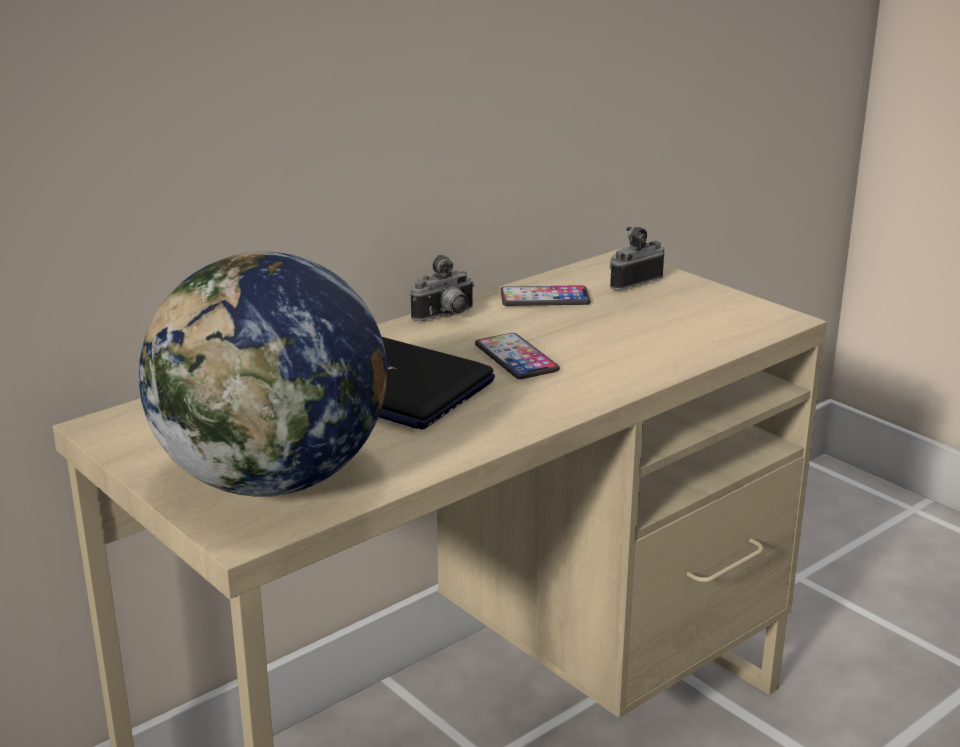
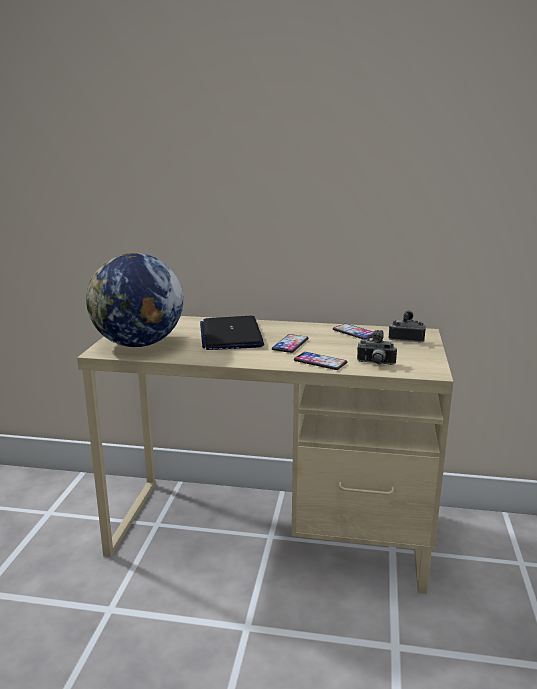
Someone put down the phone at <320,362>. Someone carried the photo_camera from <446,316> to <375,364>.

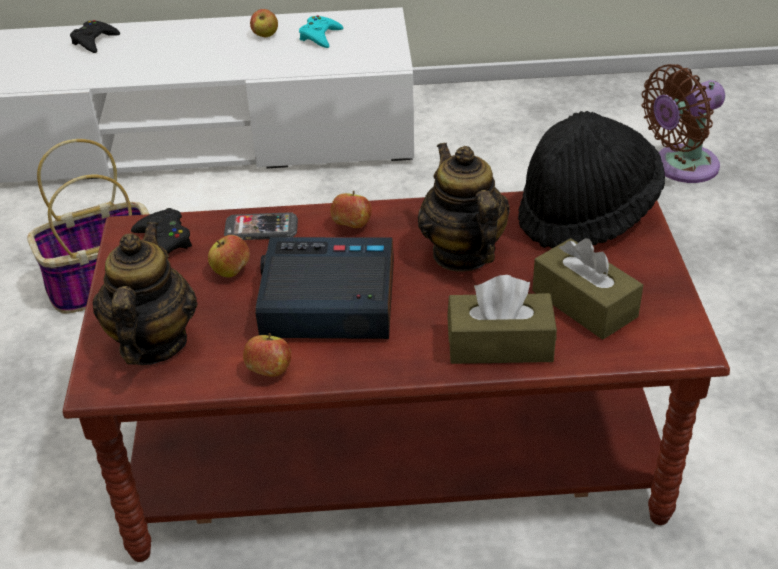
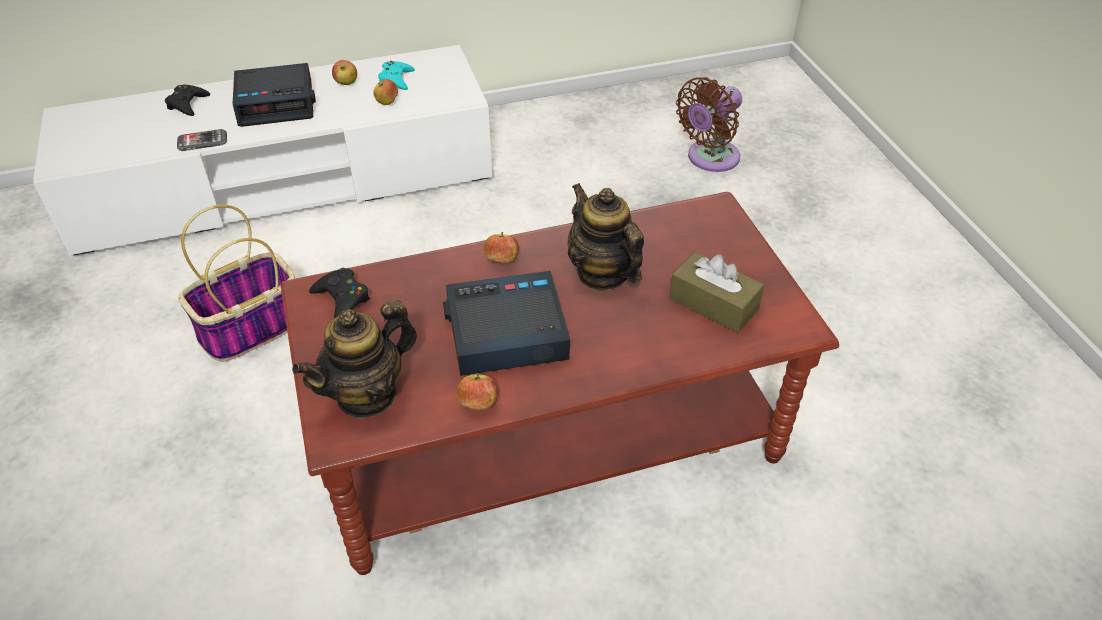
Someone carried the phone from <261,229> to <202,141>. Someone put down the alarm_clock at <277,103>. Someone rotated the teapot at <152,343> by 120 degrees counterclockwise. Someone carried the apple from <231,271> to <387,102>. Someone took away the brown_tissue_box at <500,344>. Someone took away the black_hat at <587,214>.

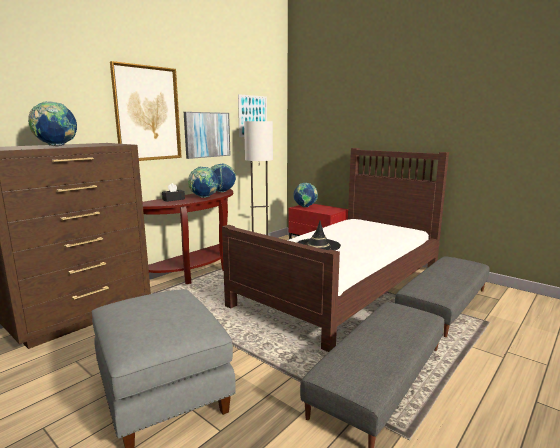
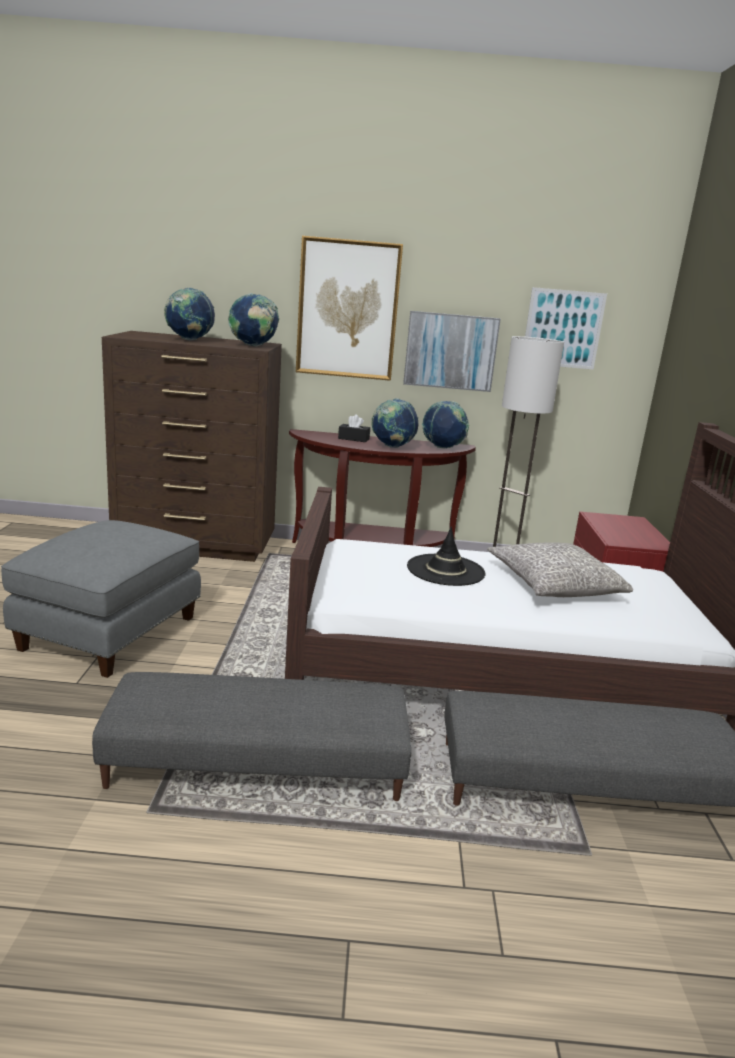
Someone carried the globe from <305,207> to <253,346>. Someone put down the grey_pillow at <553,585>.

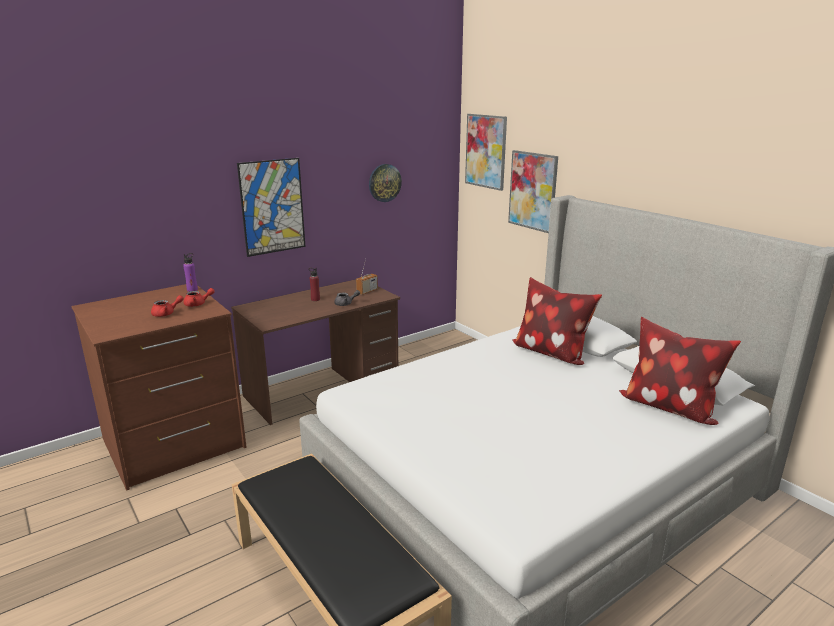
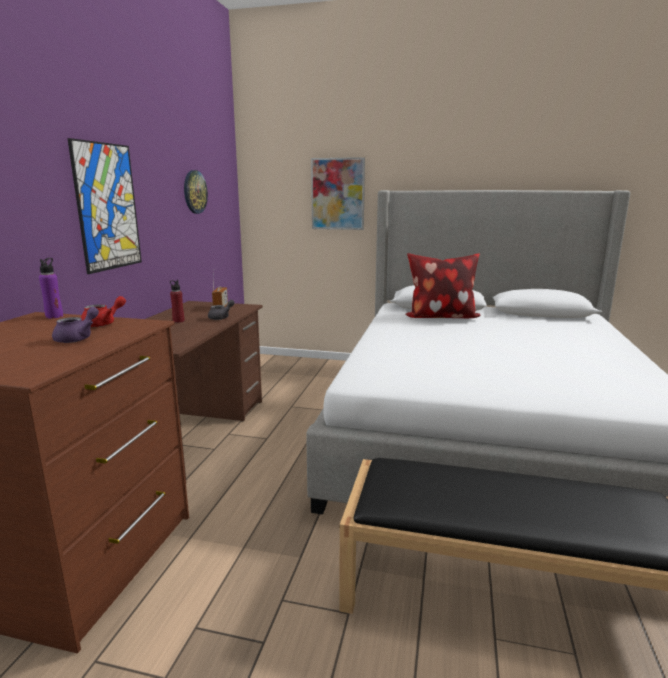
Someone repainted the red_teapot at <166,313>, which became the purple_teapot at <78,338>. Someone took away the picture at <486,151>. Someone took away the pillow at <669,407>.

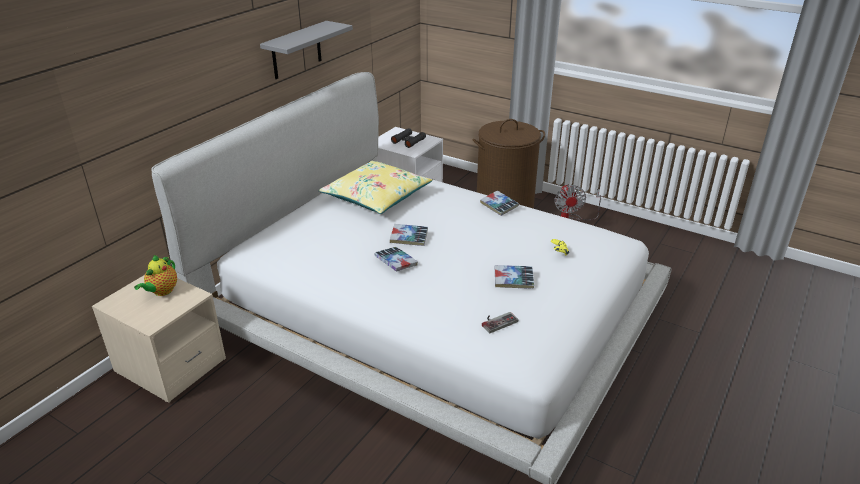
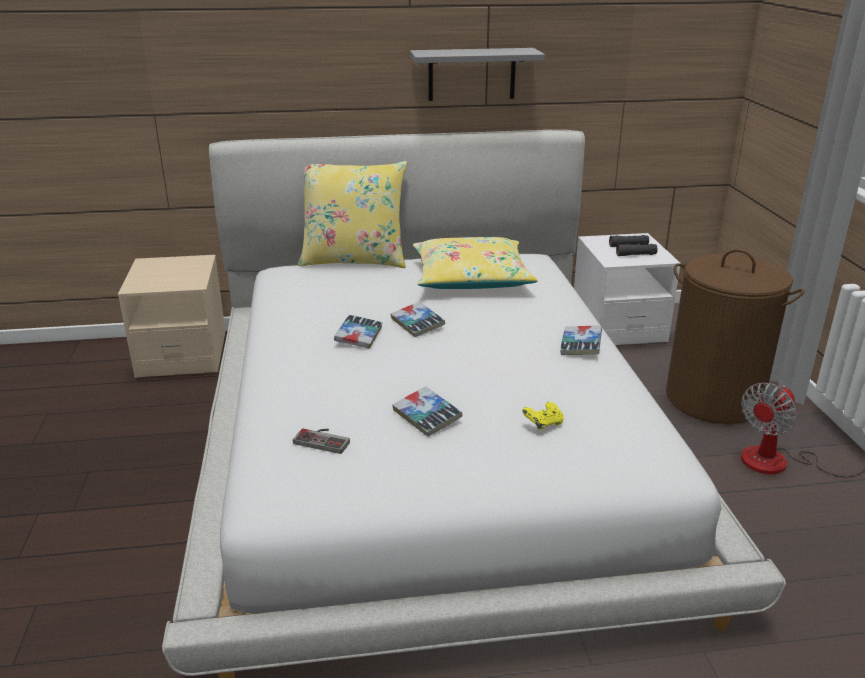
Someone put down the yellow_pillow at <354,260>. Someone took away the teapot at <162,291>.

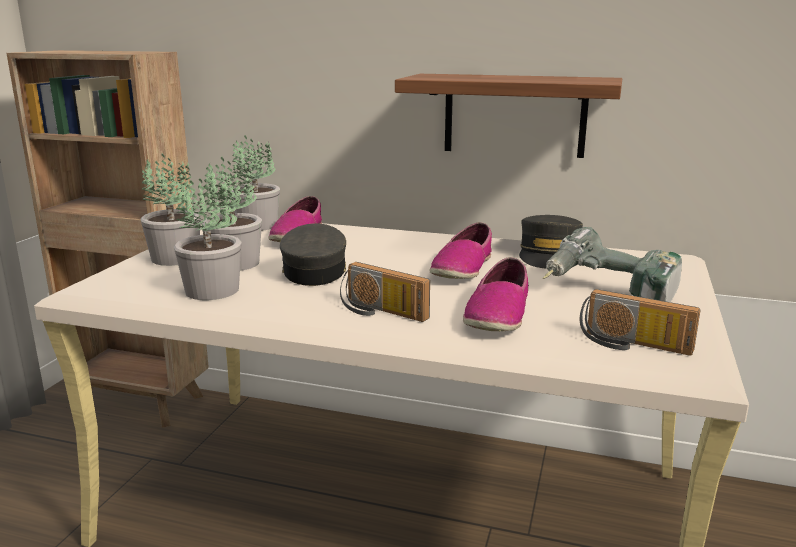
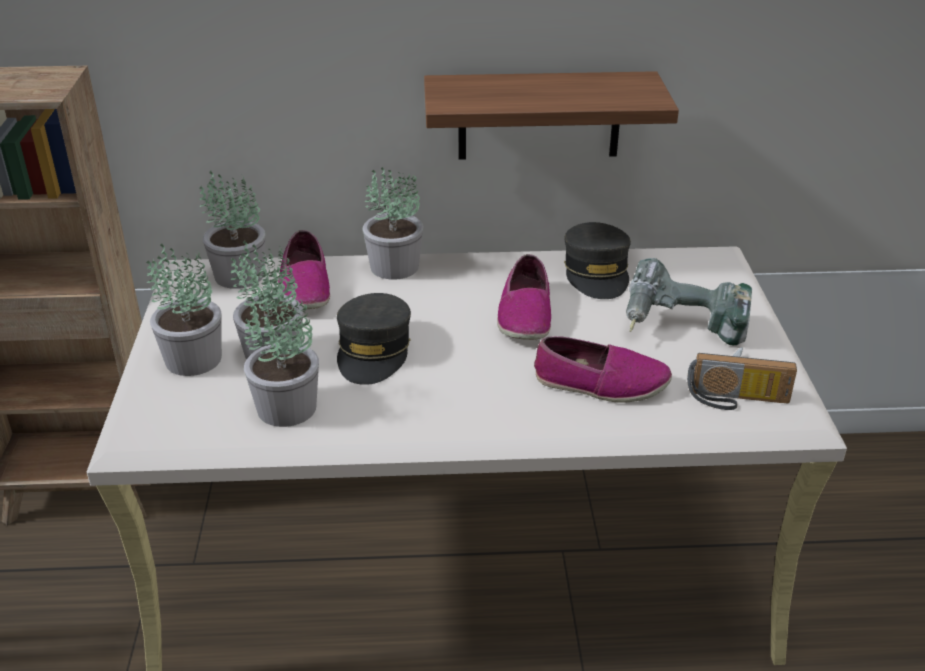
Someone rotated the grey_cap at <314,271> by 150 degrees counterclockwise. Someone put down the potted_plant at <394,267>. Someone rotated the shoe at <497,315> by 75 degrees counterclockwise. Someone took away the radio at <380,312>.

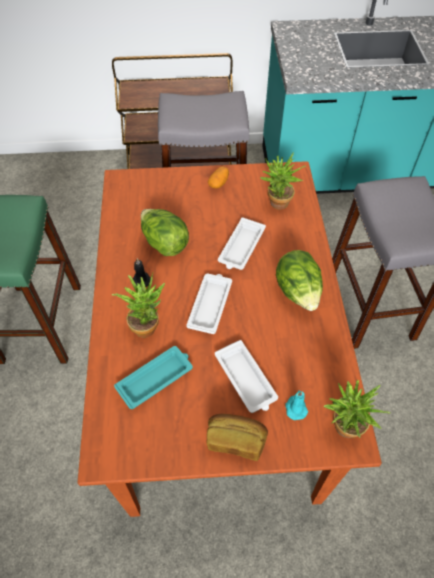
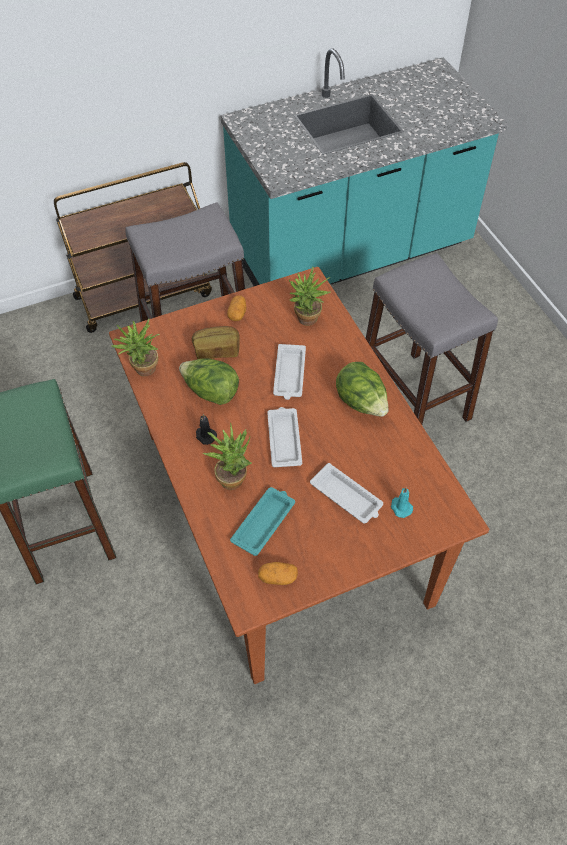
Someone carried the potted_plant from <342,429> to <142,371>. Someone carried the bread from <235,440> to <216,350>. Someone put down the potato at <278,577>.

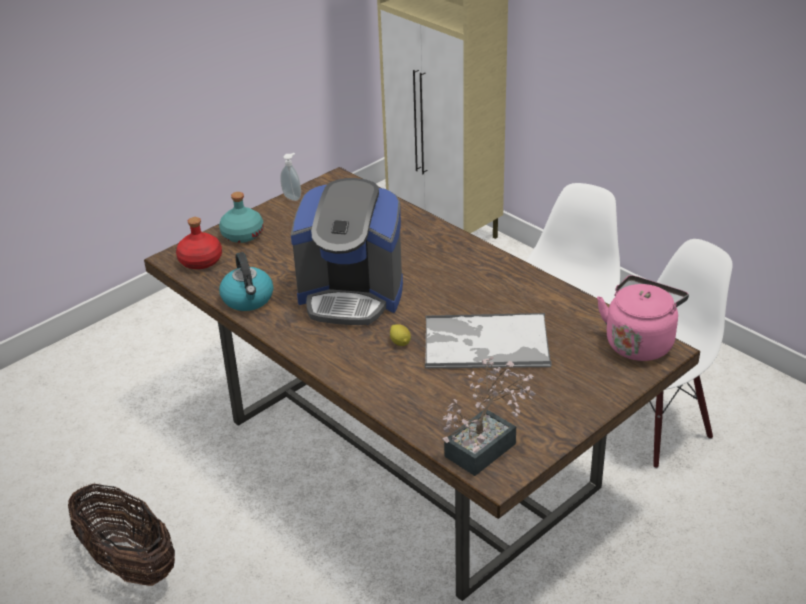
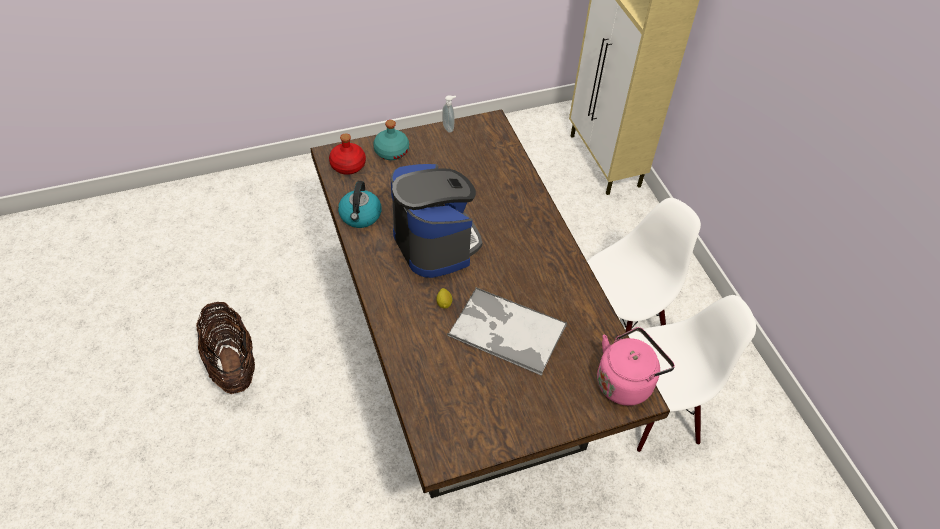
Someone rotated the coffee_machine at <351,296> by 150 degrees counterclockwise. Someone took away the potted_plant at <486,446>.

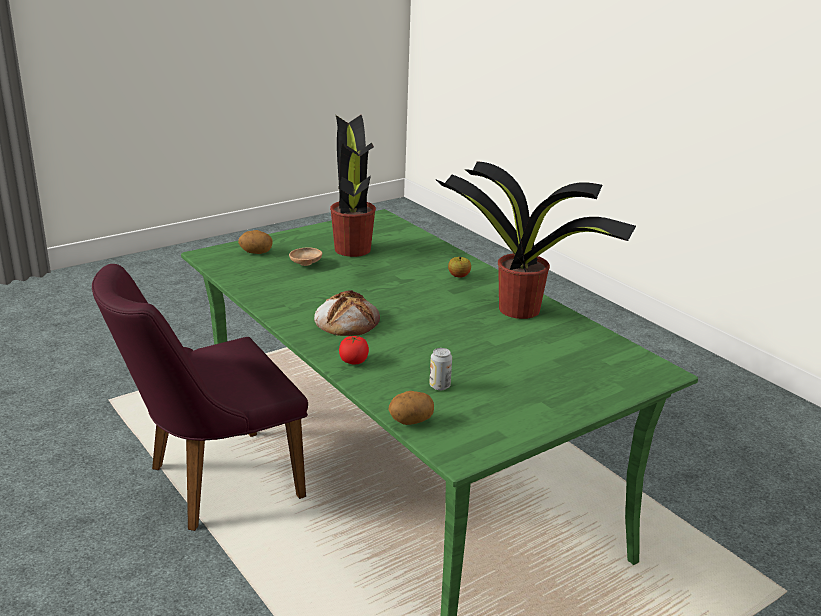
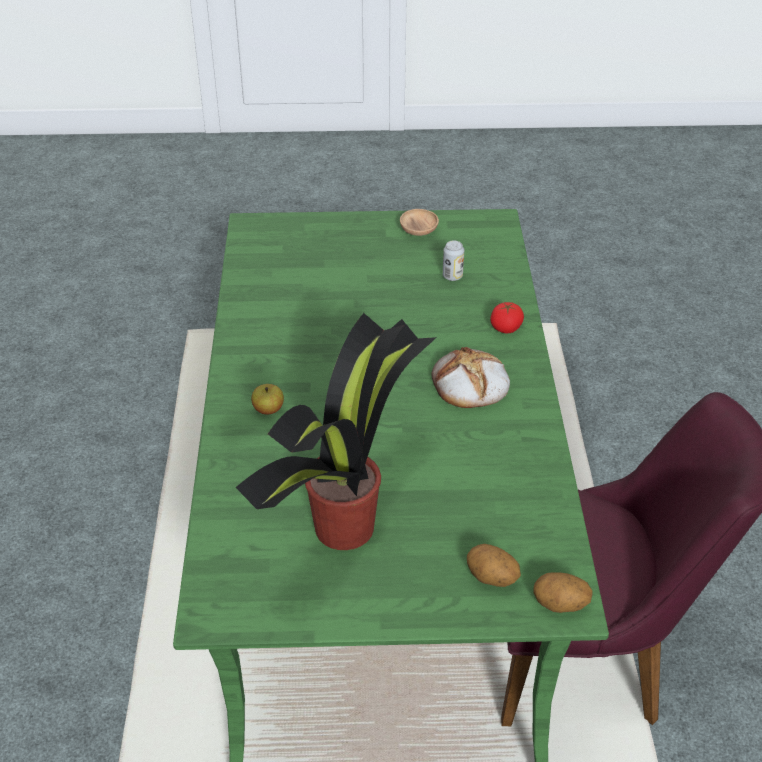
Someone carried the brown_bowl from <305,264> to <418,231>. Someone carried the potato from <410,421> to <560,605>. Someone took away the potted_plant at <521,310>.

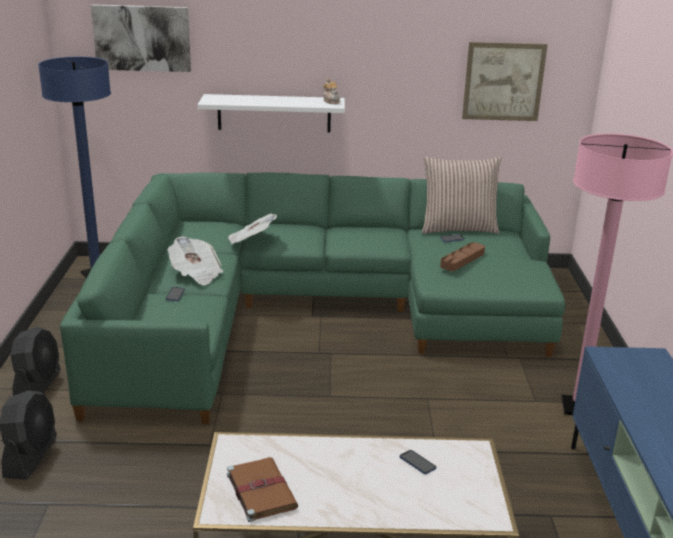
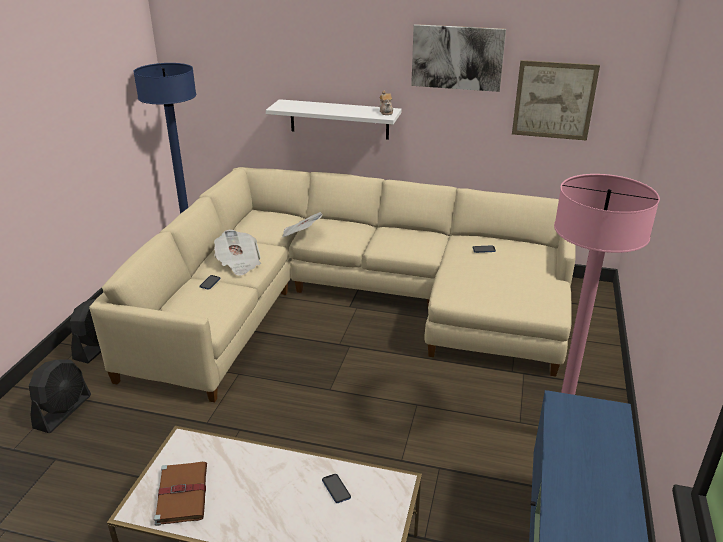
Someone repainted the green_sofa at <311,312>, which became the beige_sofa at <350,302>. Someone carried the picture from <142,38> to <457,57>. Someone took away the pillow at <458,228>. Someone took away the brown_tray at <462,260>.

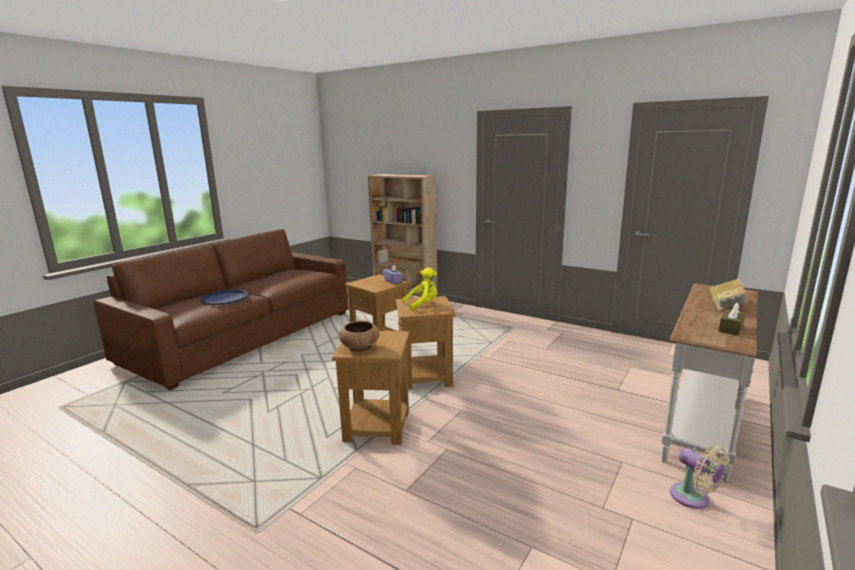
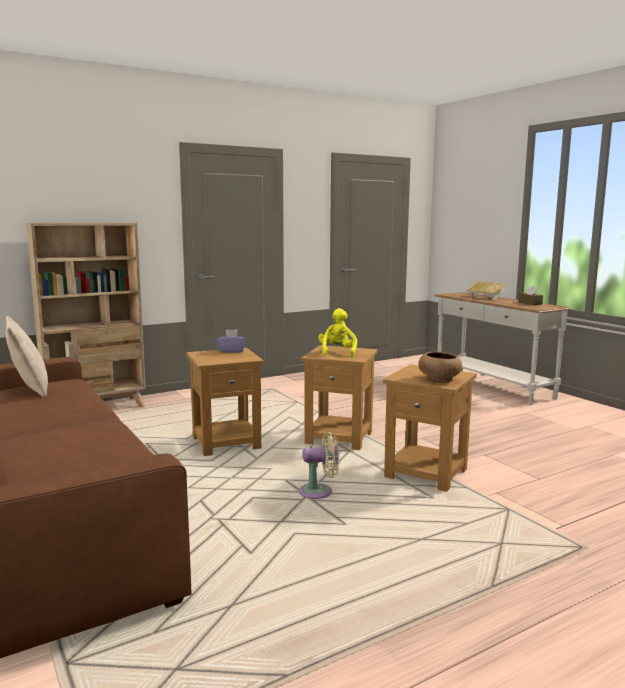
Someone put down the beige_pillow at <29,389>. Someone carried the beige_fan from <693,498> to <319,492>. Someone took away the blue_tray at <224,298>.

